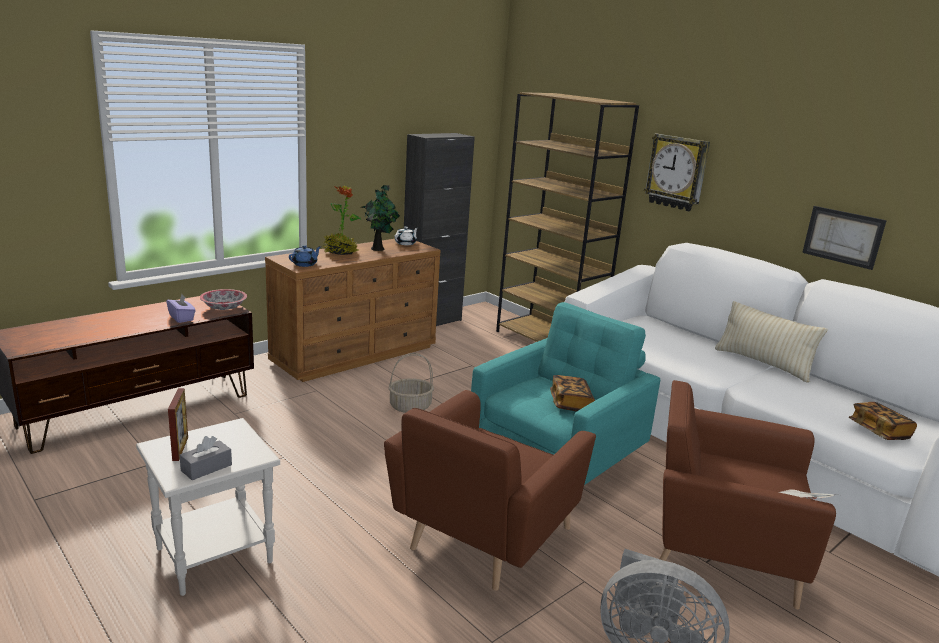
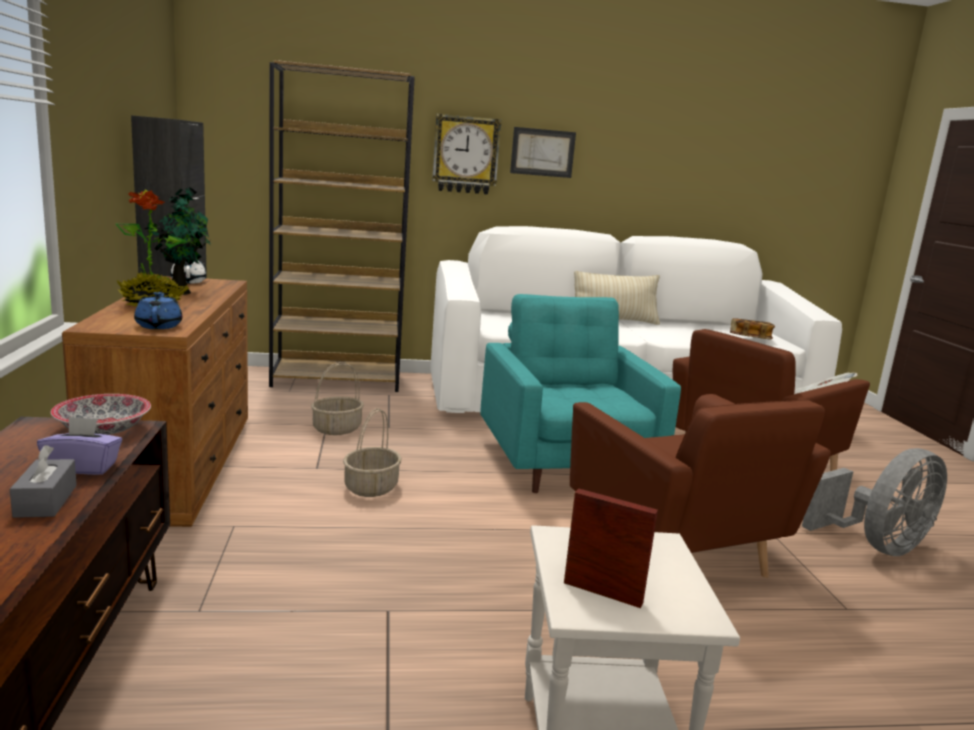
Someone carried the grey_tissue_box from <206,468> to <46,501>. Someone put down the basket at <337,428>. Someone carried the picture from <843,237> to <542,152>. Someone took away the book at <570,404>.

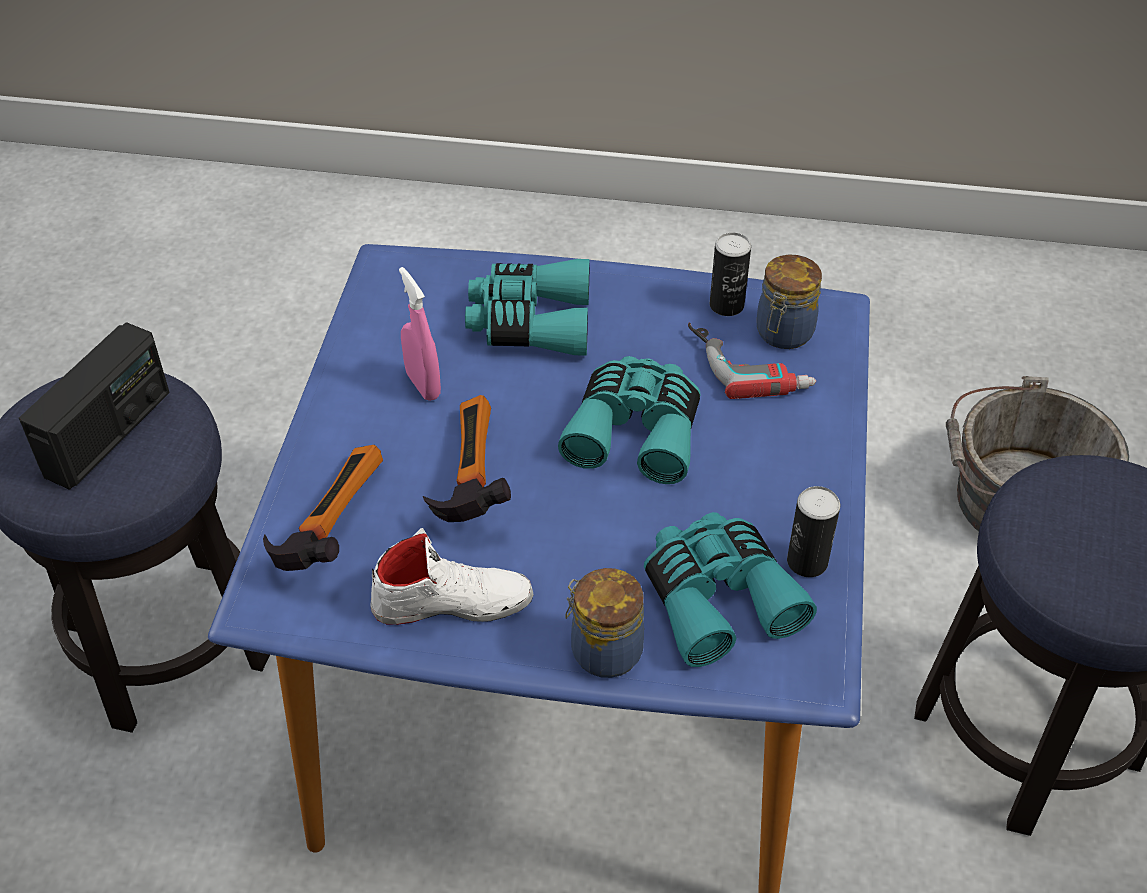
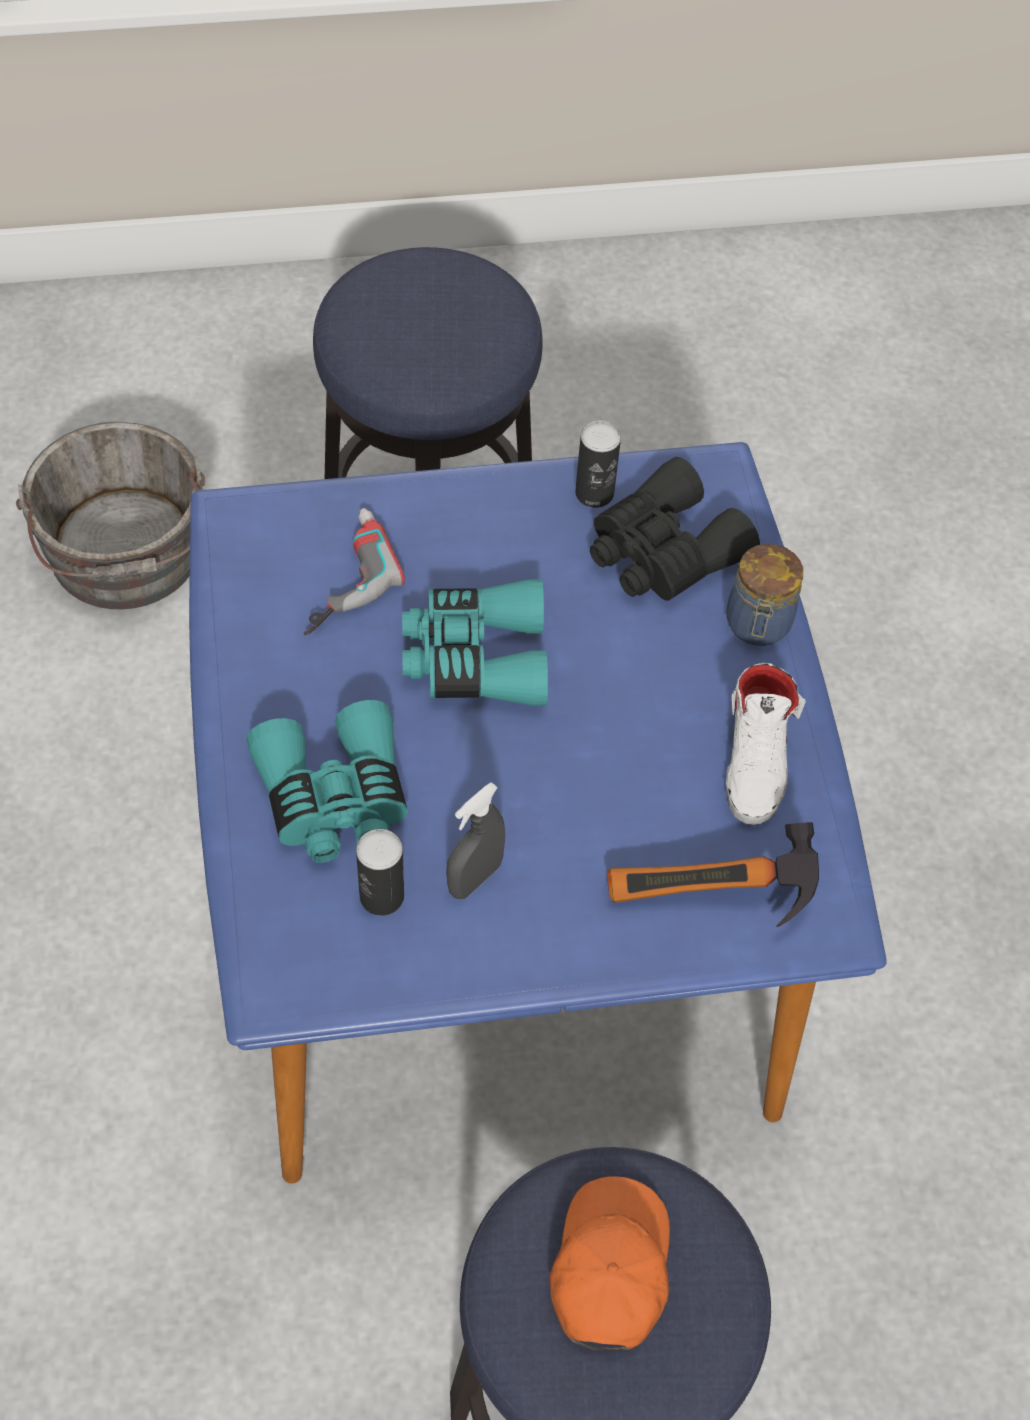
Someone carried the can from <726,305> to <382,896>. Someone repainted the pink_spray_bottle at <423,385>, which became the grey_spray_bottle at <474,878>. Someone swapped the radio at <109,433> for the orange_cap at <609,1270>. Someone repainted the turquoise_binoculars at <717,597>, which became the black_binoculars at <662,552>. Someone rotated the white_shoe at <452,602> by 150 degrees counterclockwise. Someone took away the hammer at <464,478>. Someone took away the jar at <783,334>.

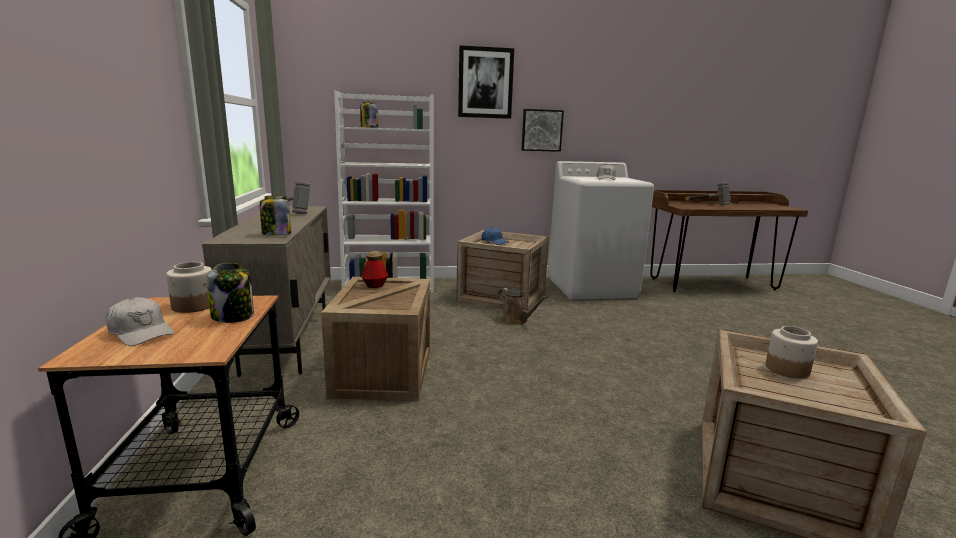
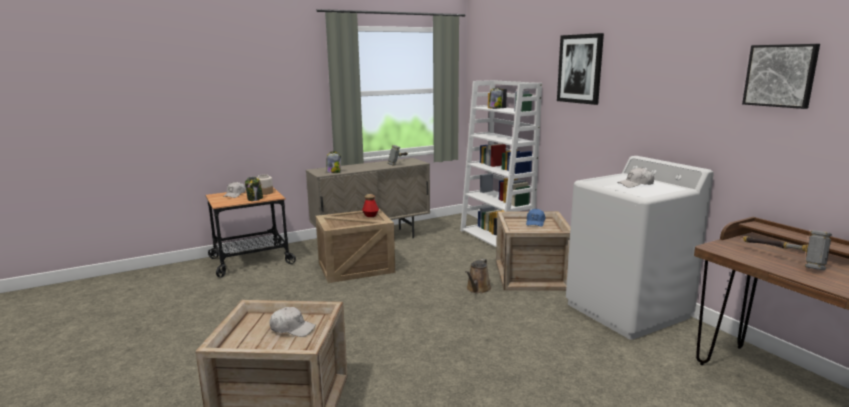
Someone swapped the jar at <786,369> for the white_cap at <292,328>. Someone carried the picture from <541,130> to <780,75>.

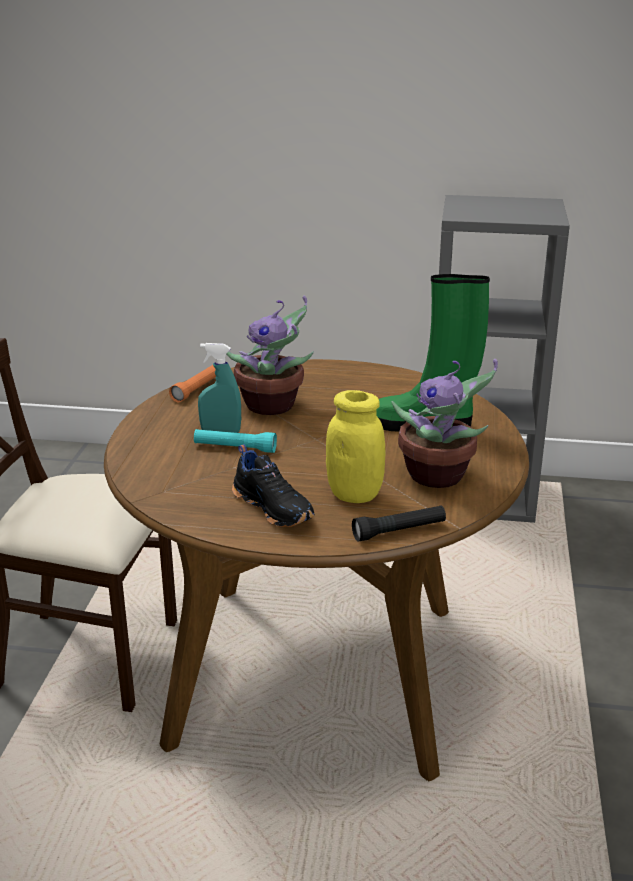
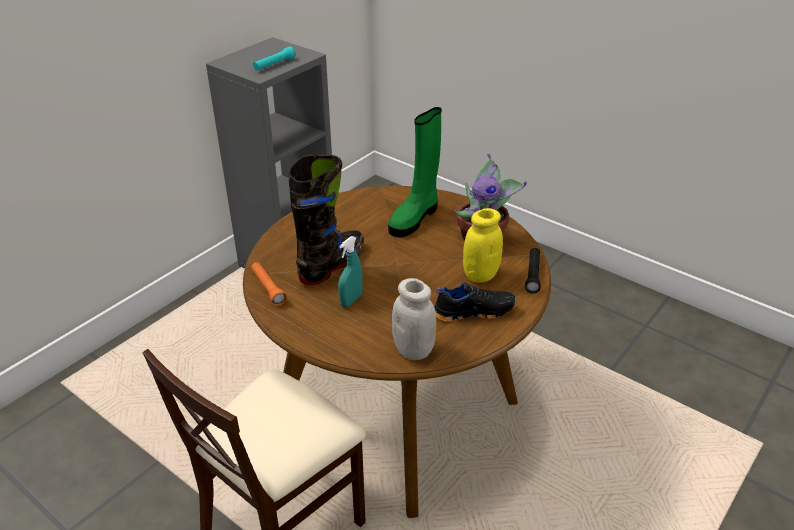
Someone carried the turquoise_flashlight from <235,448> to <274,64>. Someone swapped the potted_plant at <273,406> for the black_boot at <332,265>. Someone put down the white_jar at <413,350>.

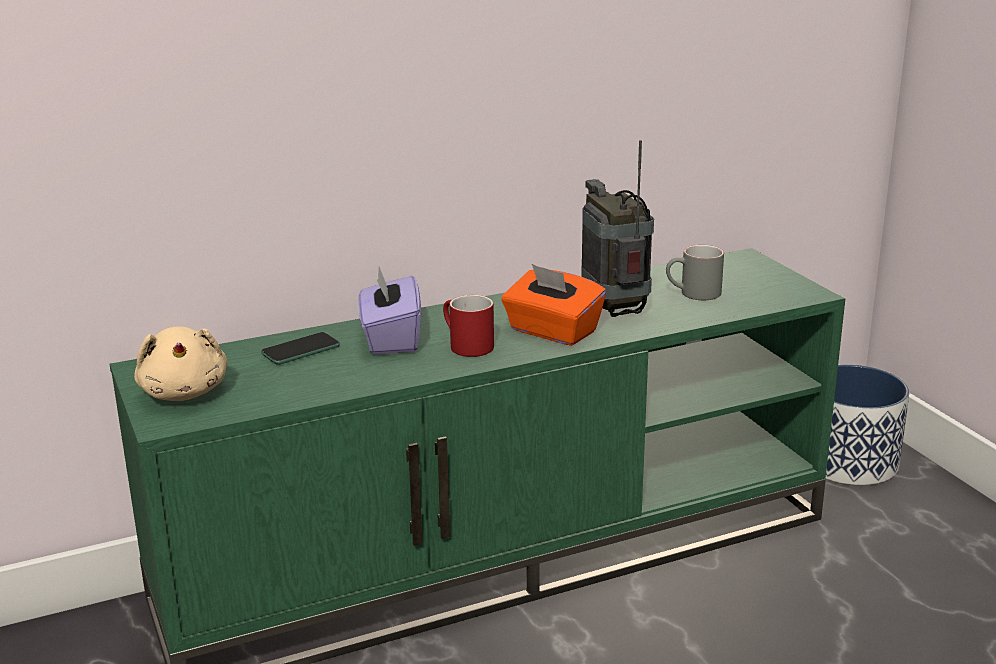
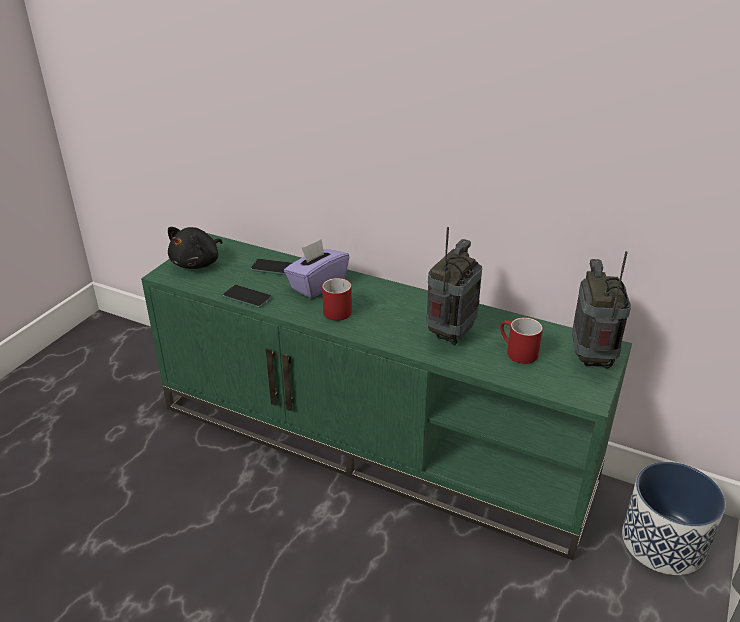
Someone repainted the beige_plush_toy at <184,392>, which became the black_plush_toy at <197,263>. Someone put down the phone at <247,297>. Someone repainted the grey_mug at <693,294>, which became the red_mug at <516,352>. Someone put down the radio at <592,358>. Someone took away the orange_tissue_box at <552,332>.

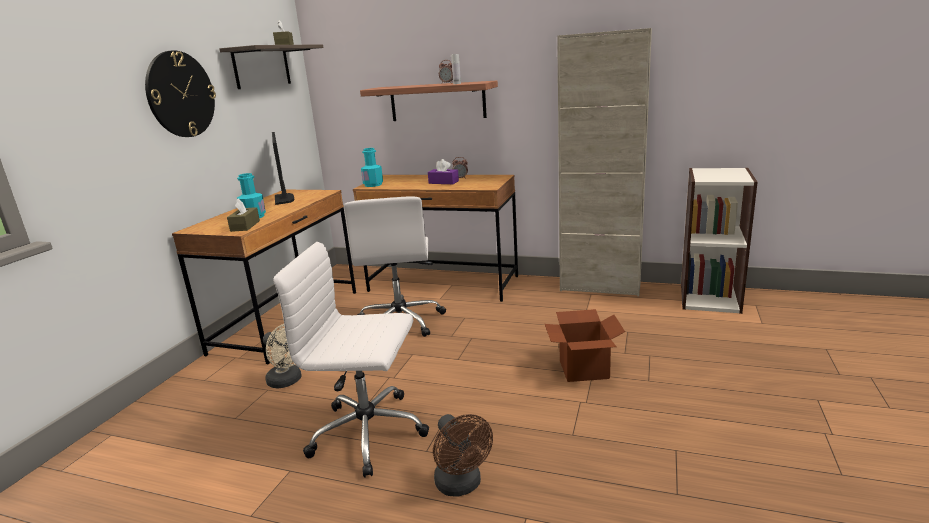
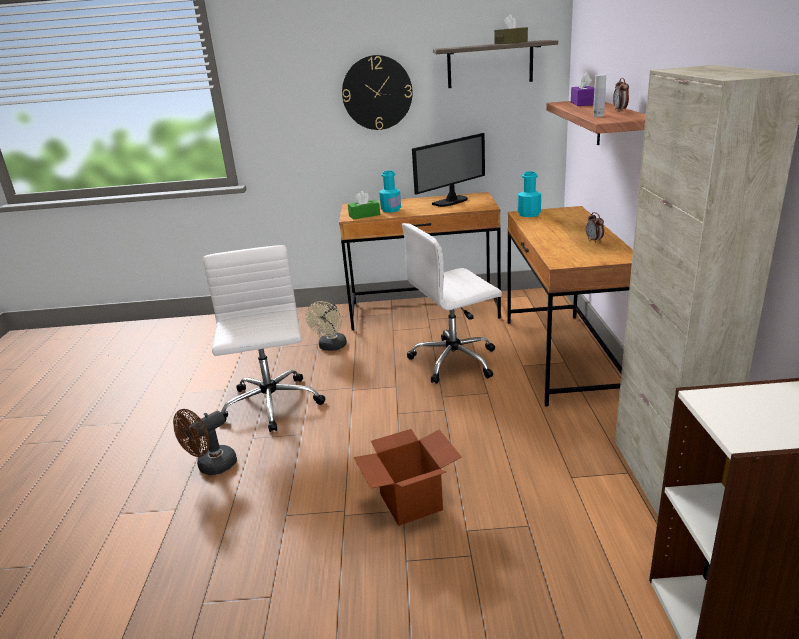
Someone repainted the brown_tissue_box at <245,226>, which became the green_tissue_box at <364,215>. Someone carried the purple_tissue_box from <443,182> to <583,103>.

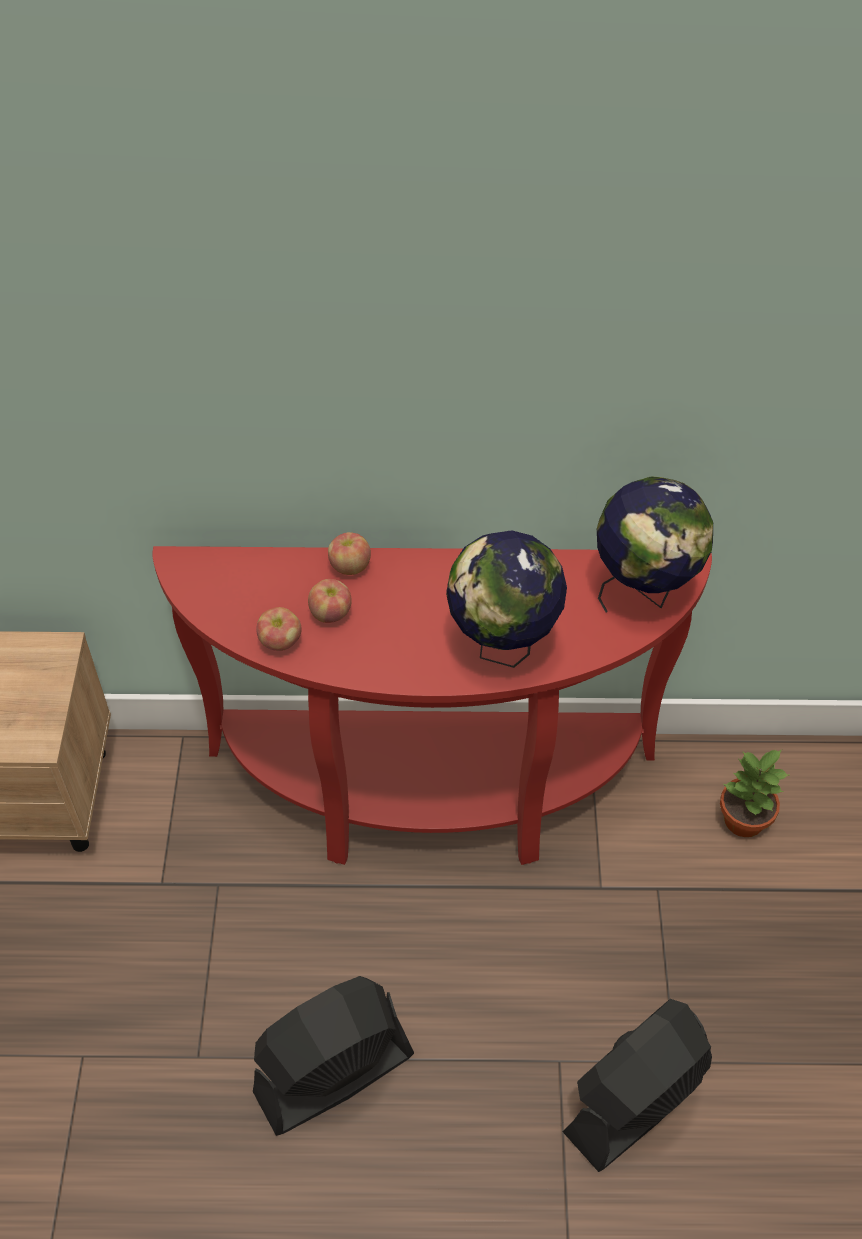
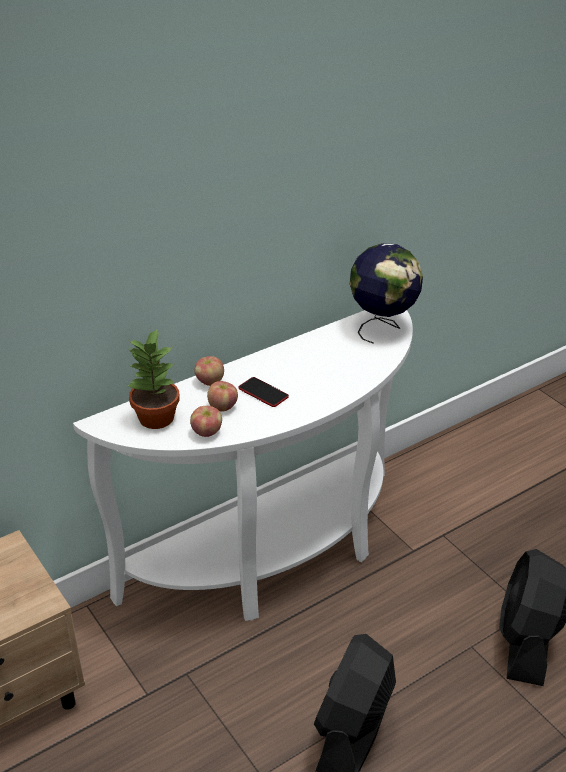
Someone repainted the red_console_table at <431,798>, which became the white_console_table at <278,557>. Someone carried the potted_plant from <742,819> to <155,418>. Someone put down the phone at <263,393>. Someone took away the globe at <502,646>.

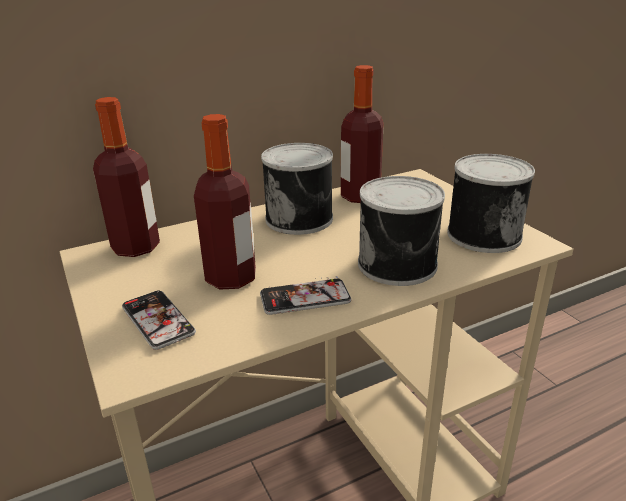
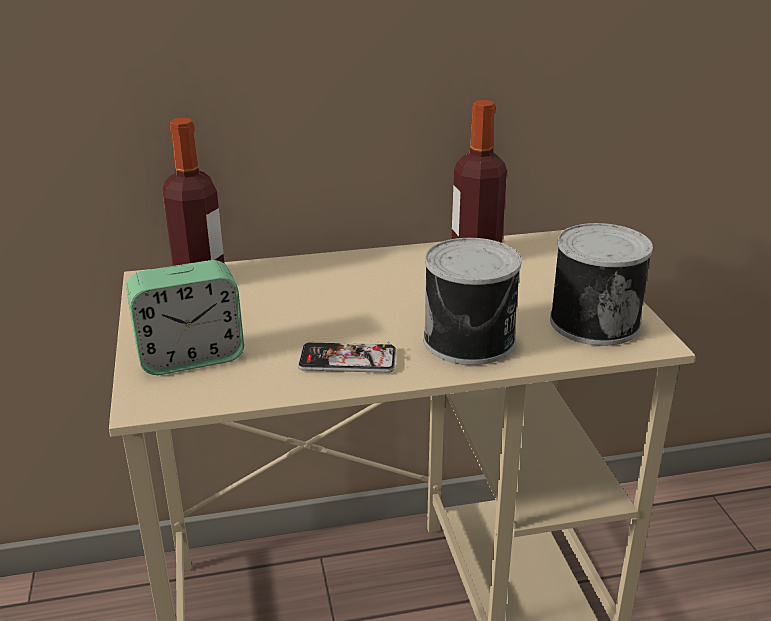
Someone swapped the phone at <158,320> for the alarm_clock at <191,357>. Someone took away the bottle at <231,278>. Someone took away the can at <301,218>.

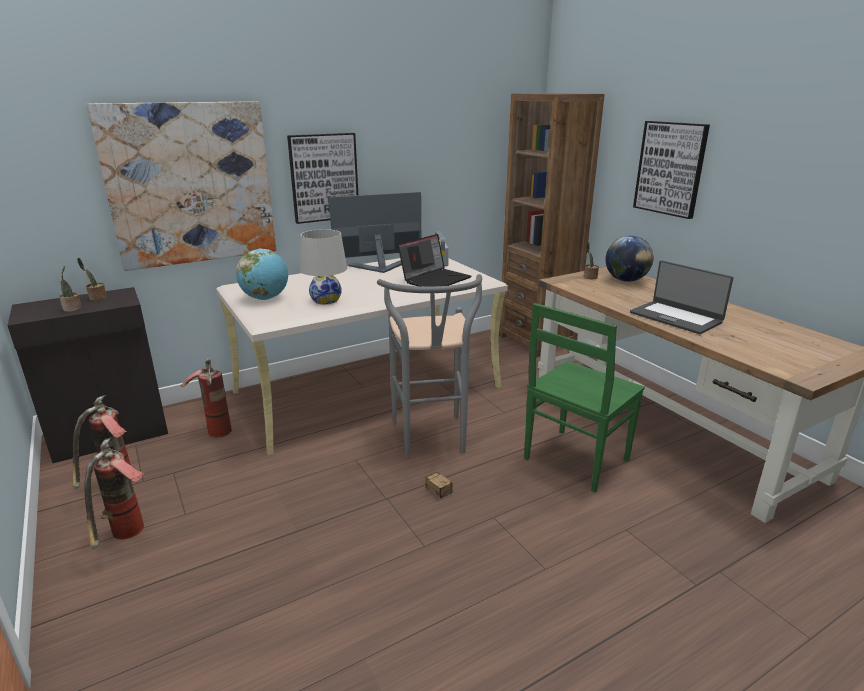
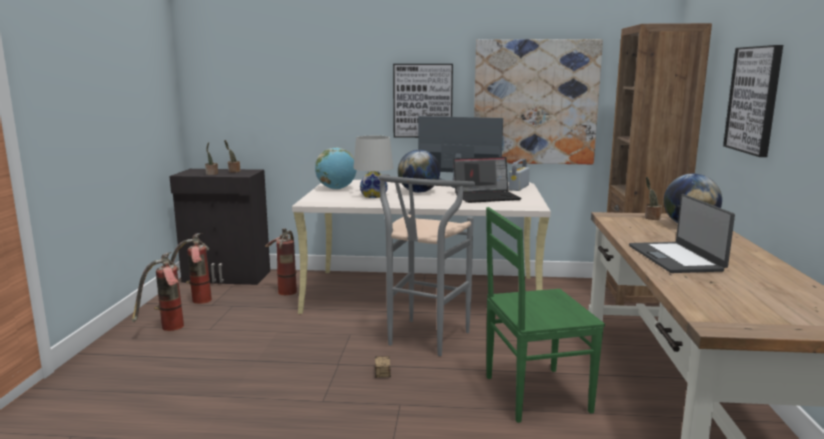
Someone put down the globe at <418,192>. Someone carried the picture from <191,184> to <535,102>.

